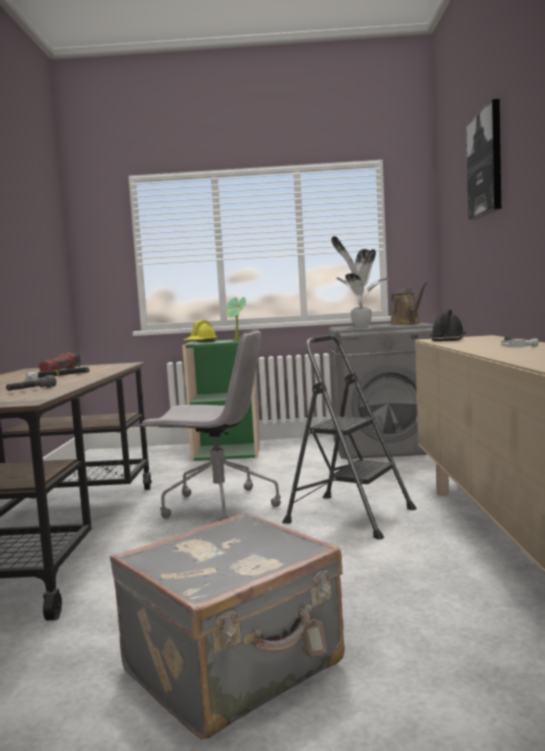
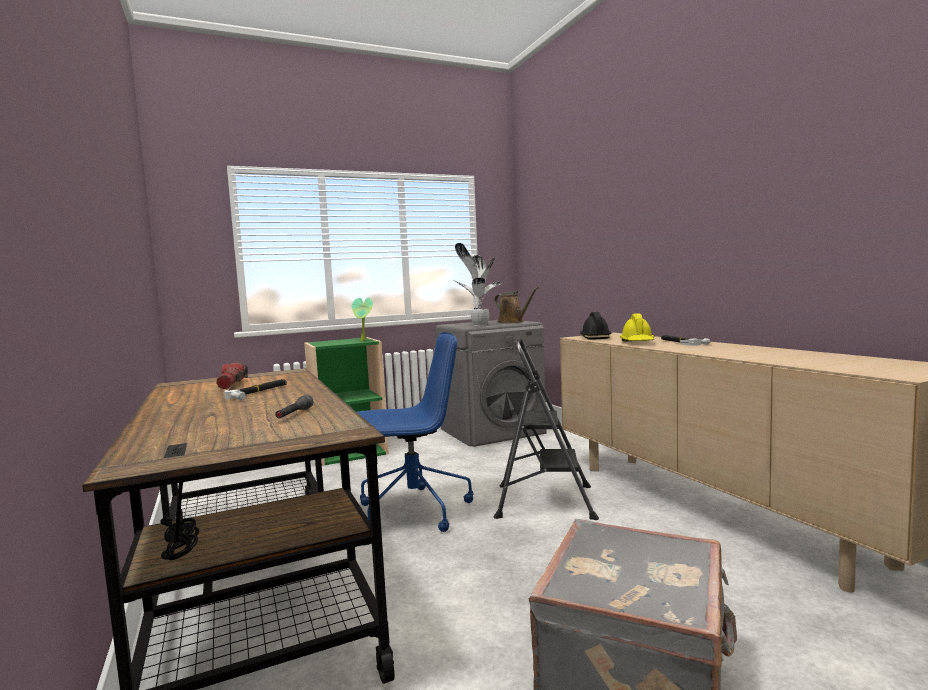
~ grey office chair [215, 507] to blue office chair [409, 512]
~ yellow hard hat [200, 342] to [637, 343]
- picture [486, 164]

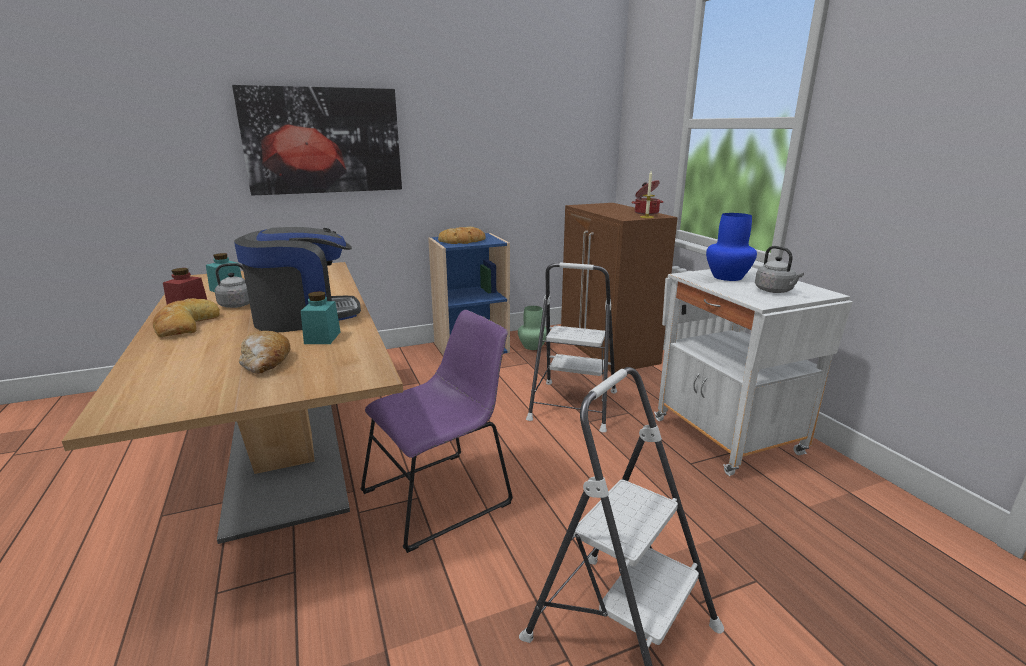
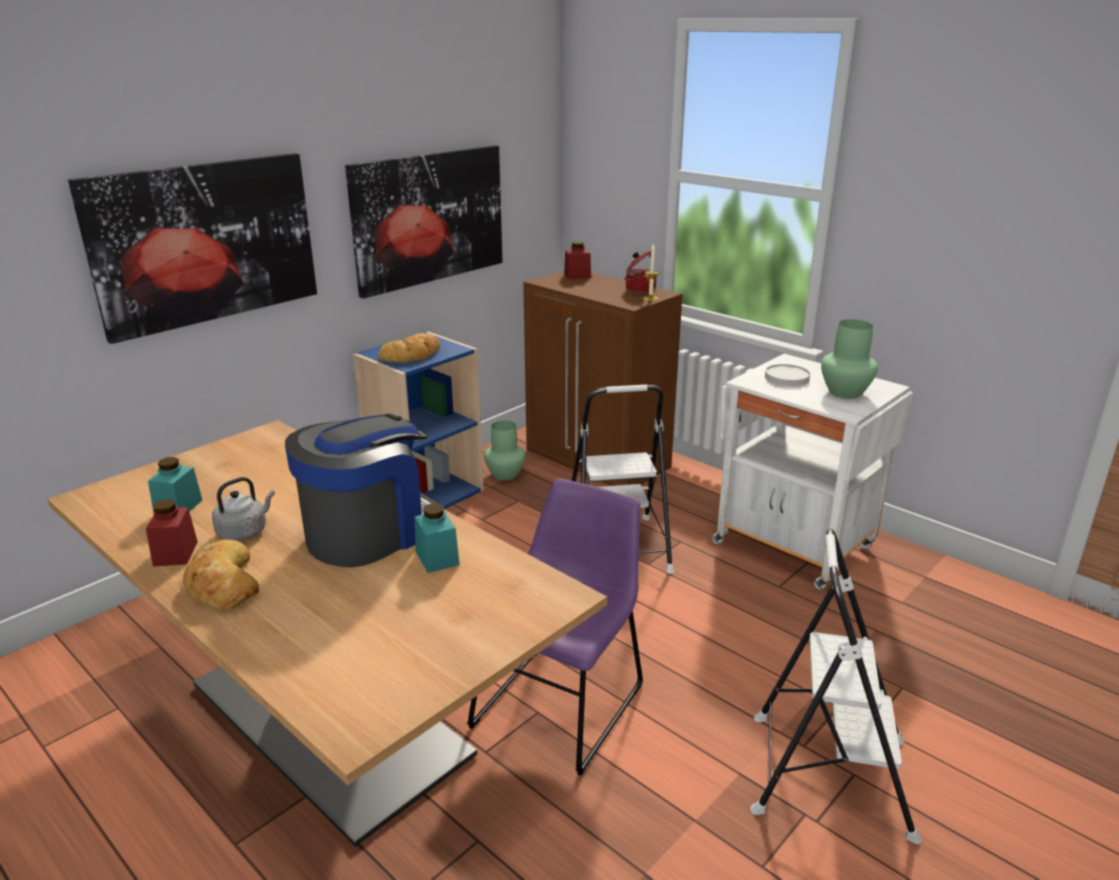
+ picture [429, 218]
+ red jar [577, 275]
~ blue vase [727, 277] to white plate [787, 378]
~ grey kettle [775, 291] to green vase [845, 392]
- bread [266, 362]

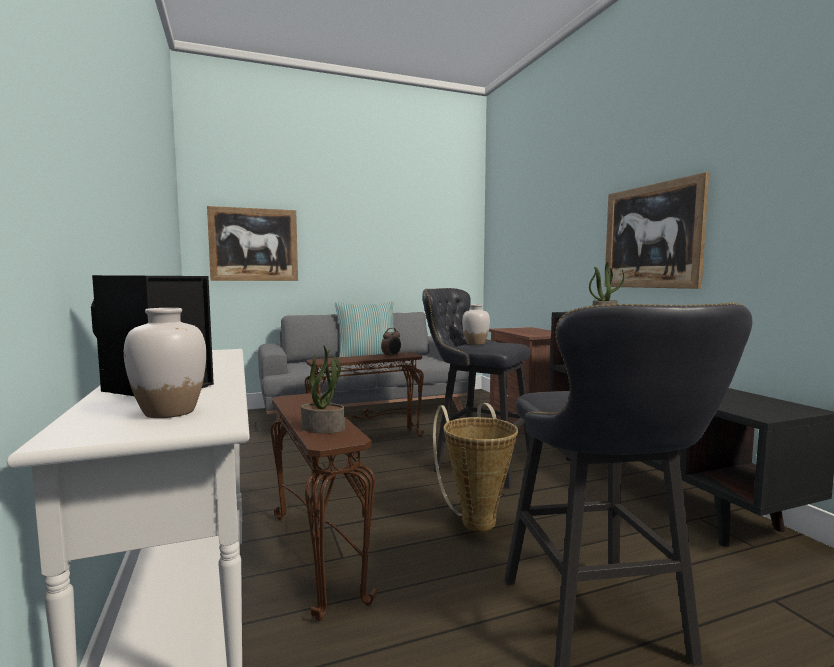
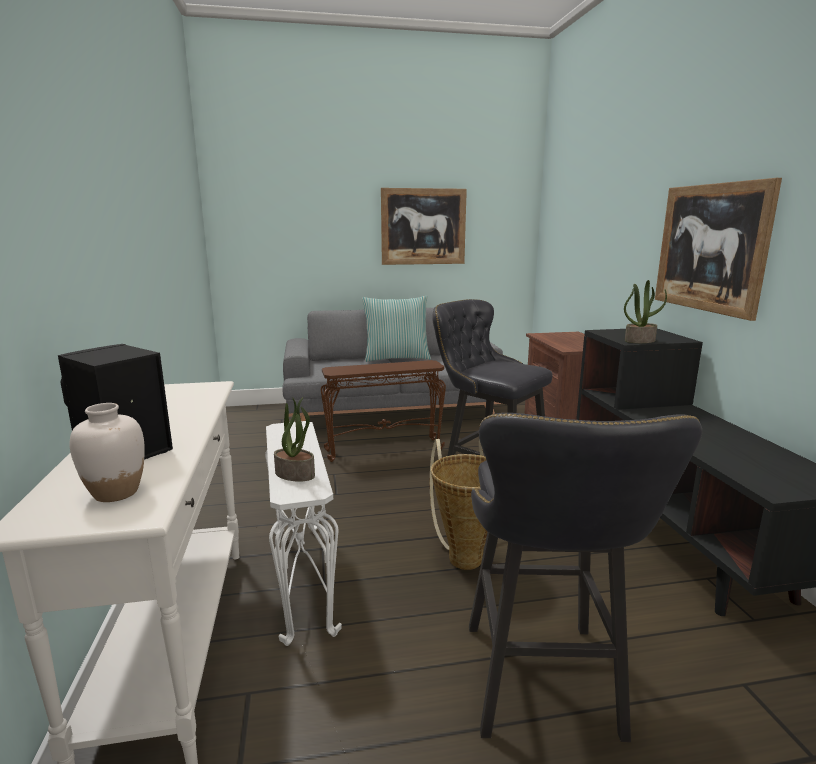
~ brown side table [317, 555] to white side table [302, 578]
~ picture [254, 244] to [423, 226]
- alarm clock [391, 357]
- white vase [475, 343]

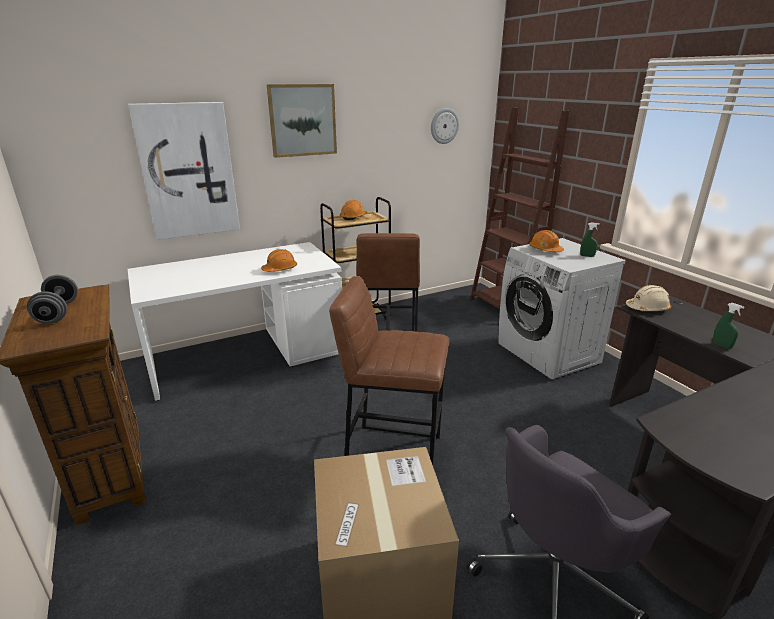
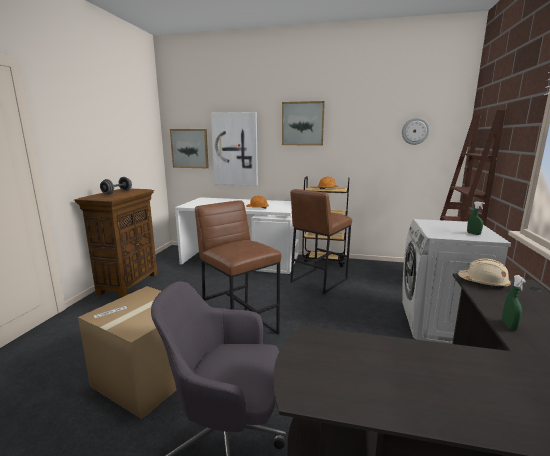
+ picture [190, 148]
- orange hard hat [545, 250]

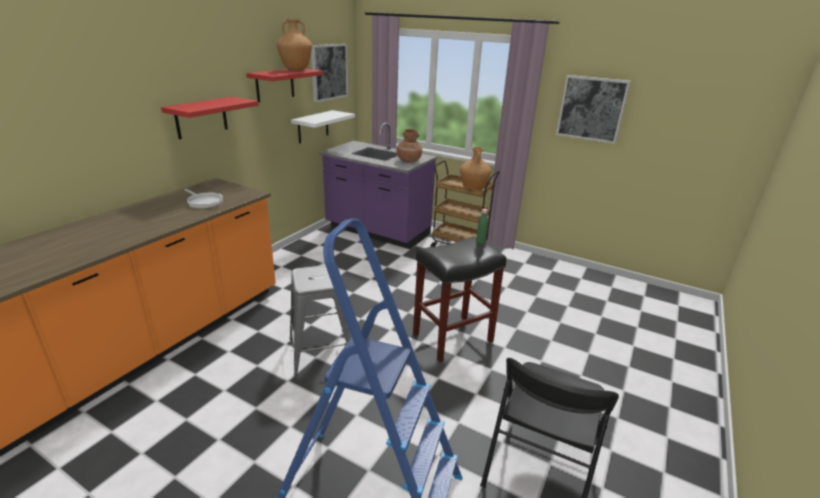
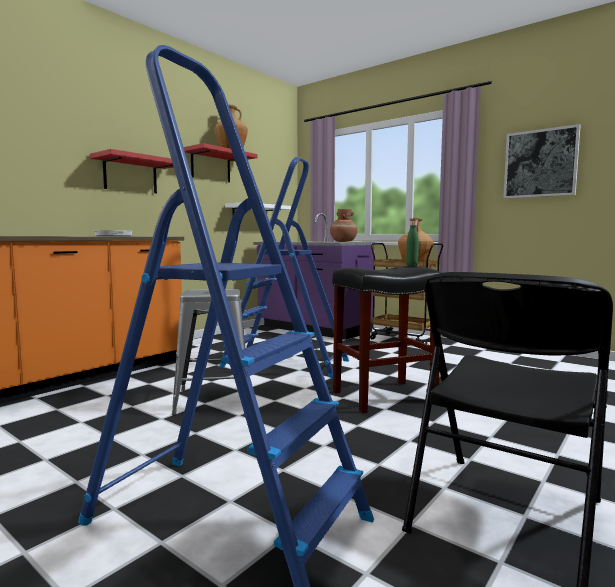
+ blue step ladder [284, 363]
- picture [329, 72]

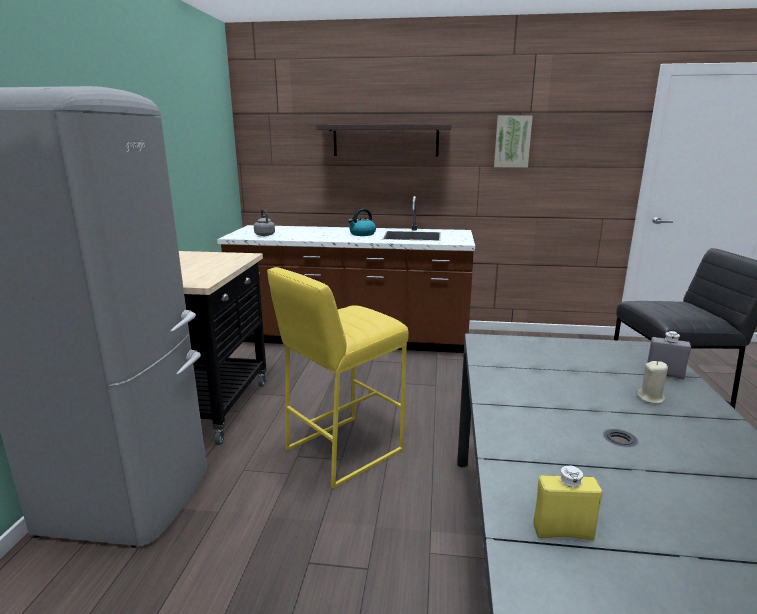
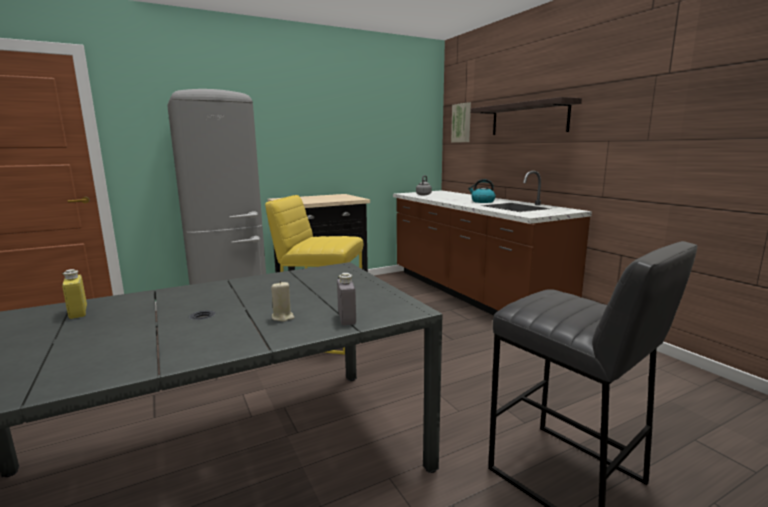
~ picture [512, 141] to [462, 123]

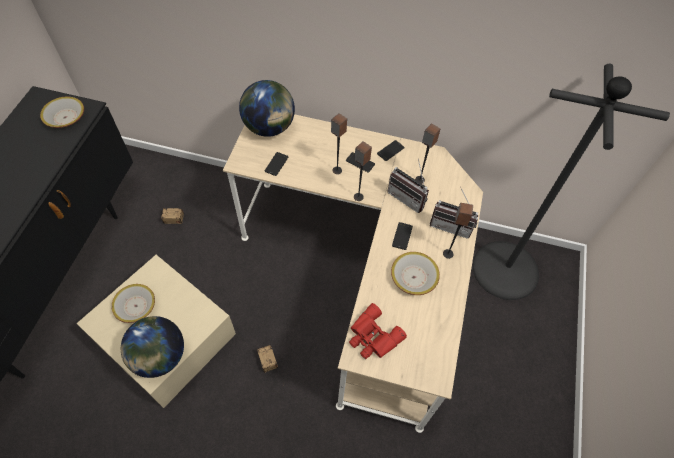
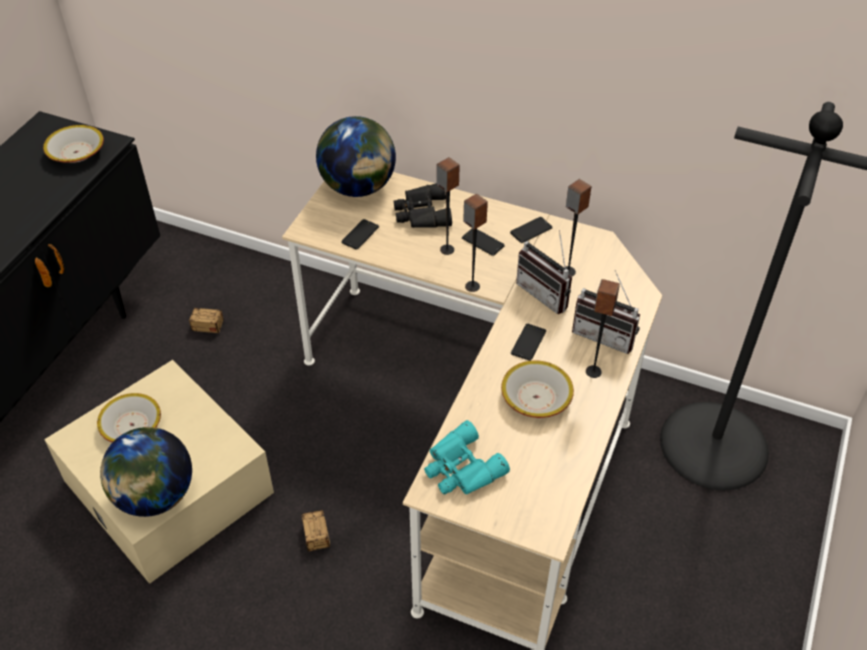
+ black binoculars [421, 213]
~ red binoculars [372, 337] to turquoise binoculars [461, 469]

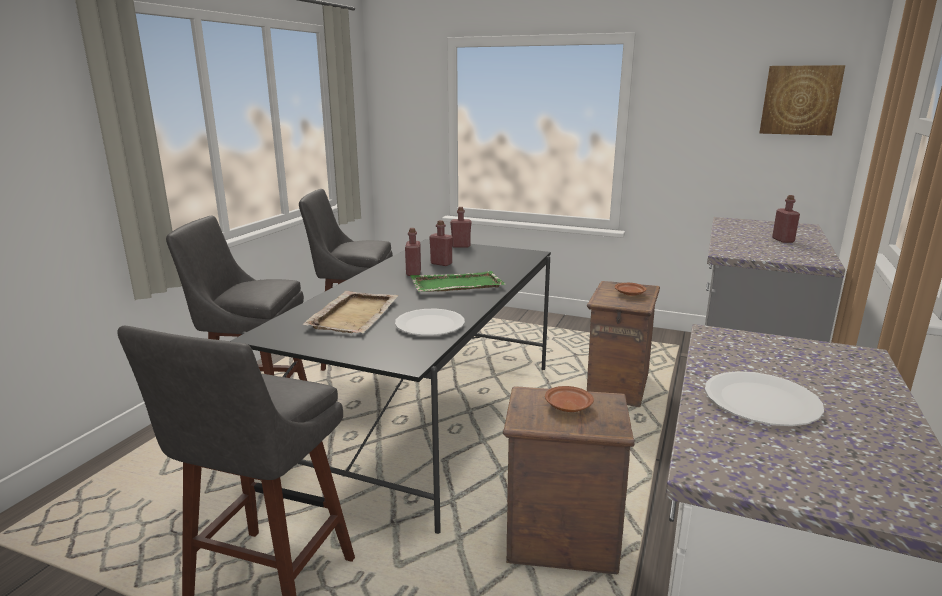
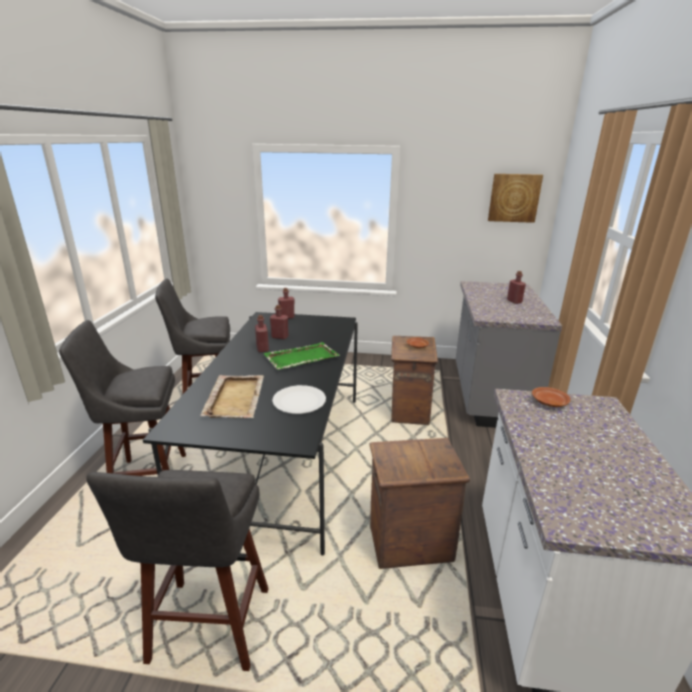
~ brown plate [567, 406] to [549, 402]
- white plate [761, 401]

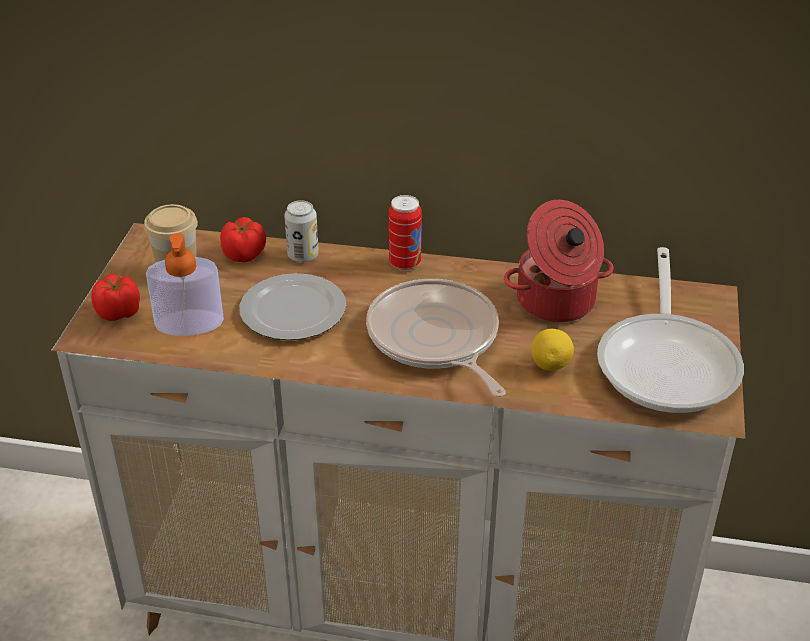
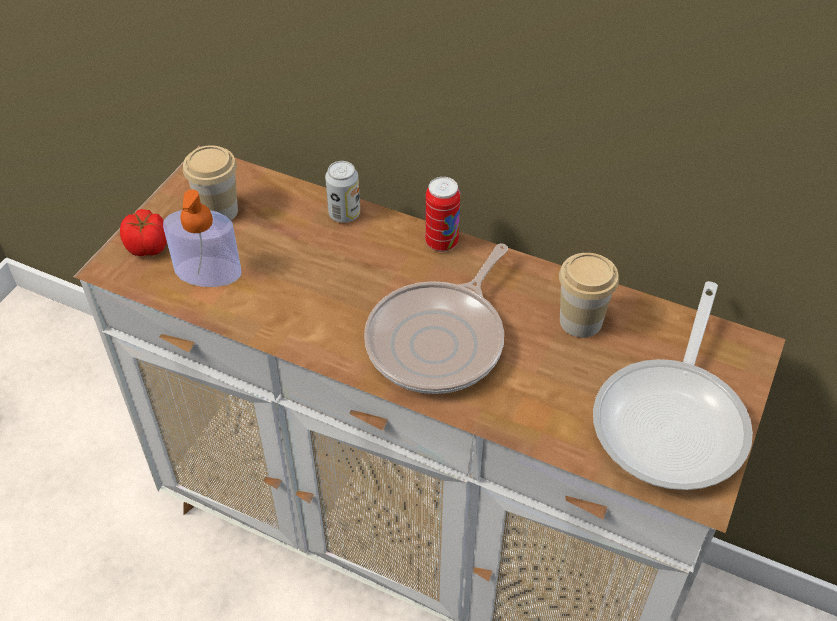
~ frying pan [435, 339] = [440, 340] 135 degrees counterclockwise
~ cooking pot [556, 302] to cup [580, 321]
- tomato [245, 254]
- plate [292, 312]
- lemon [550, 365]

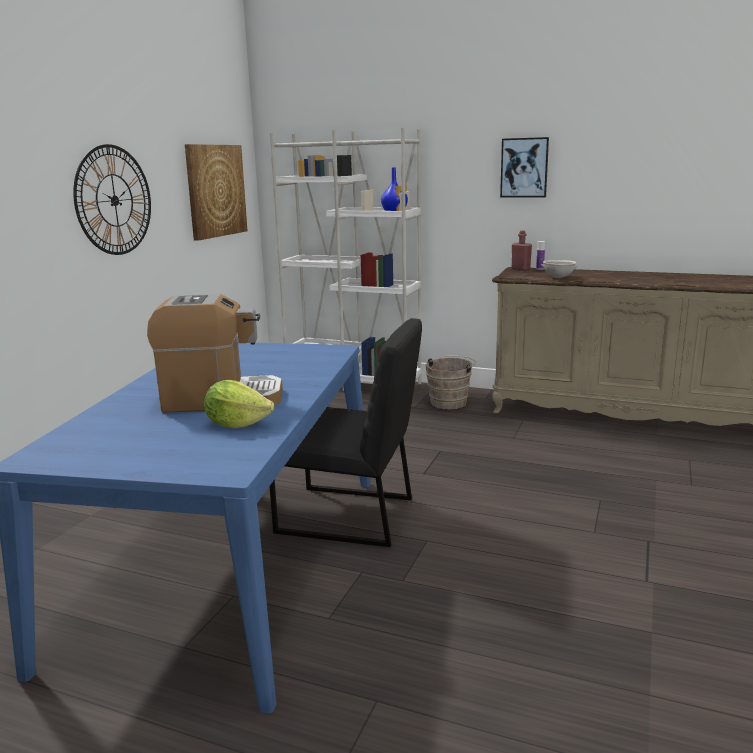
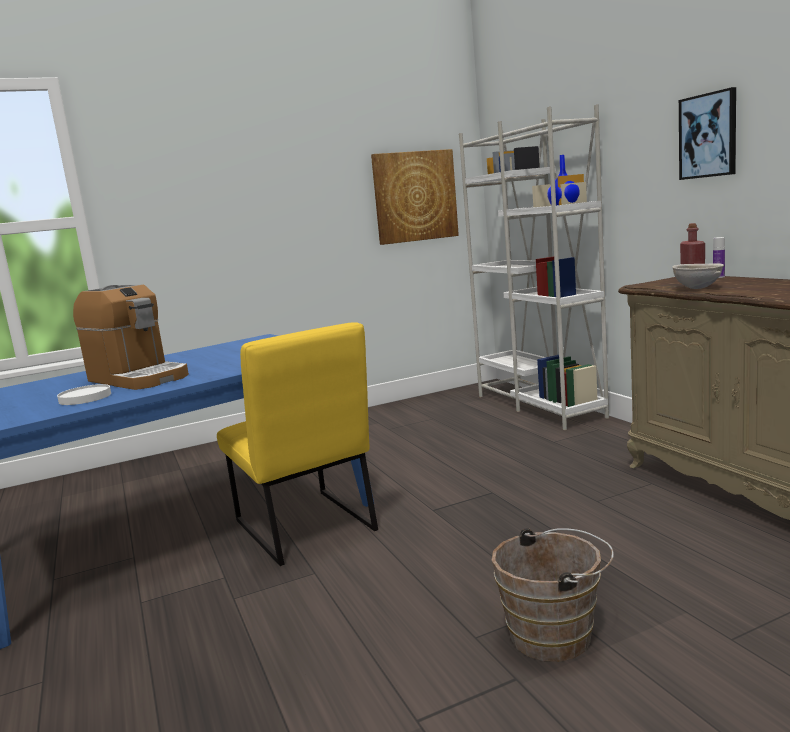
~ lettuce [237, 424] to white plate [85, 397]
~ black chair [349, 516] to yellow chair [305, 527]
~ brown bucket [450, 402] to [557, 635]
- wall clock [114, 200]

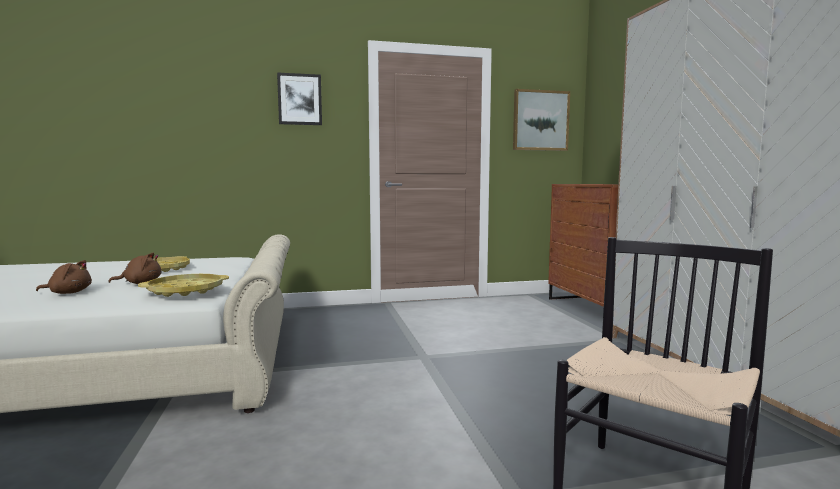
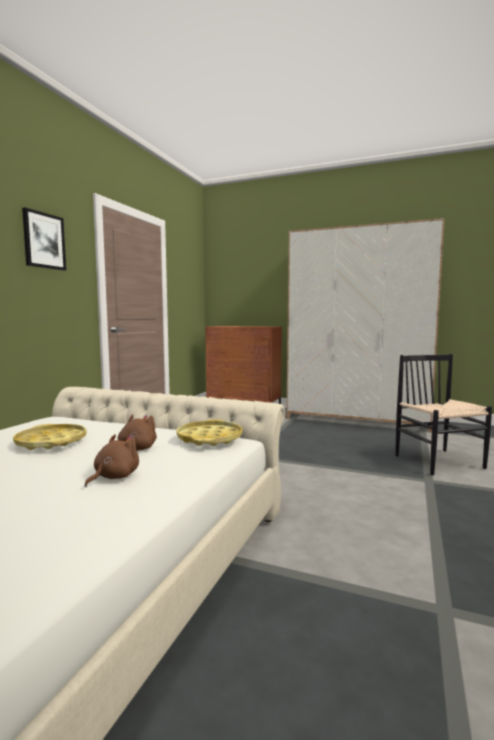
- picture [540, 120]

